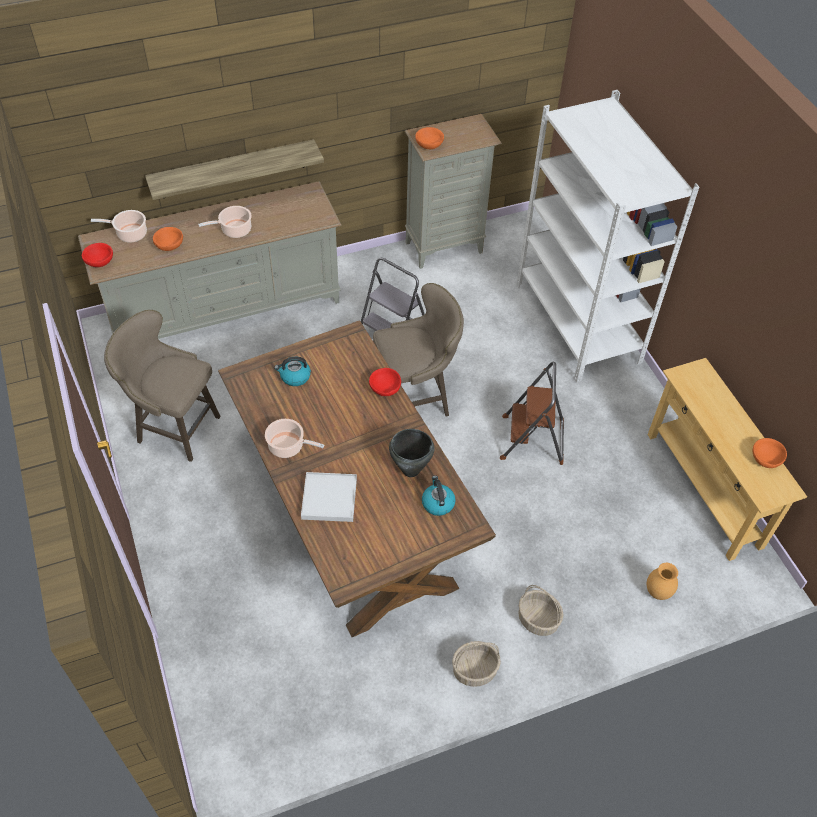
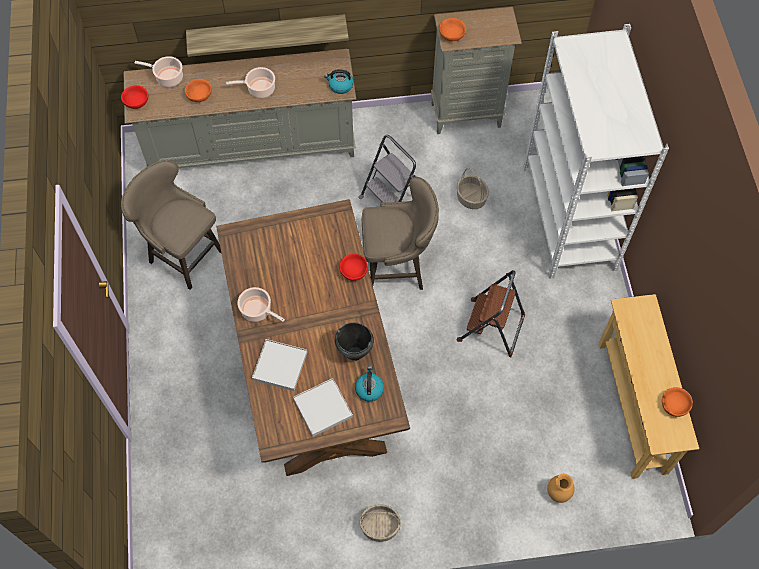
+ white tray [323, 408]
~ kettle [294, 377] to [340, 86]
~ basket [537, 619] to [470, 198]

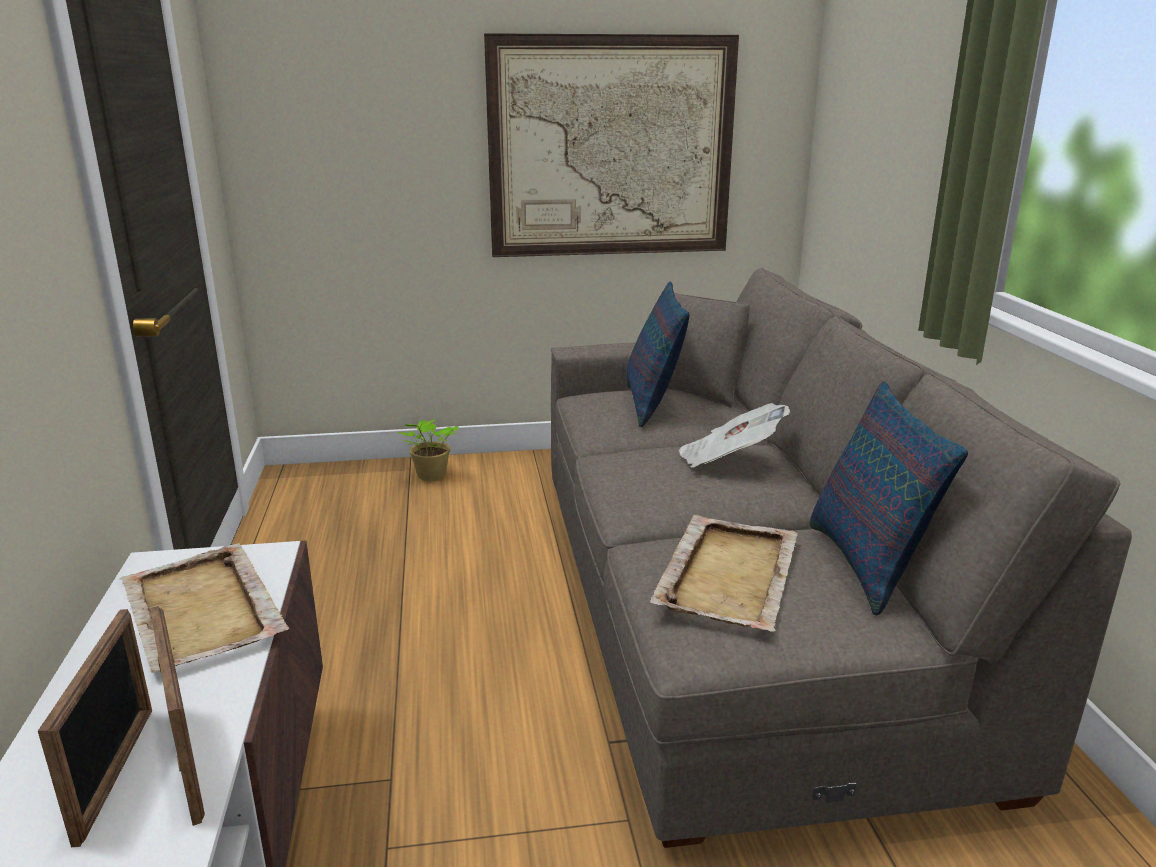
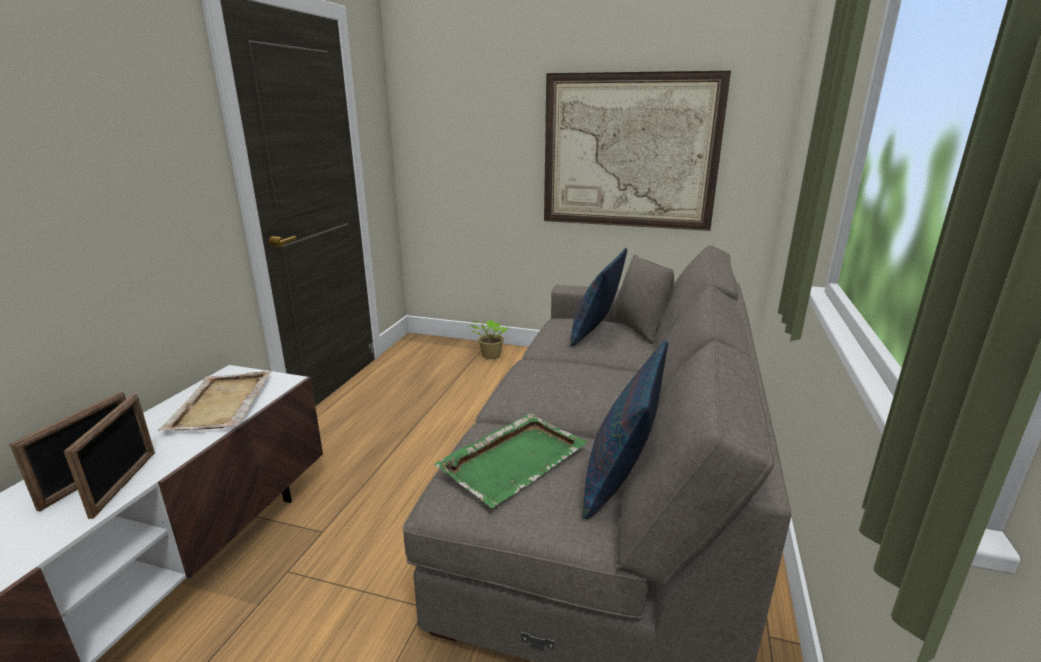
~ beige tray [729, 574] to green tray [514, 459]
- newspaper [728, 460]

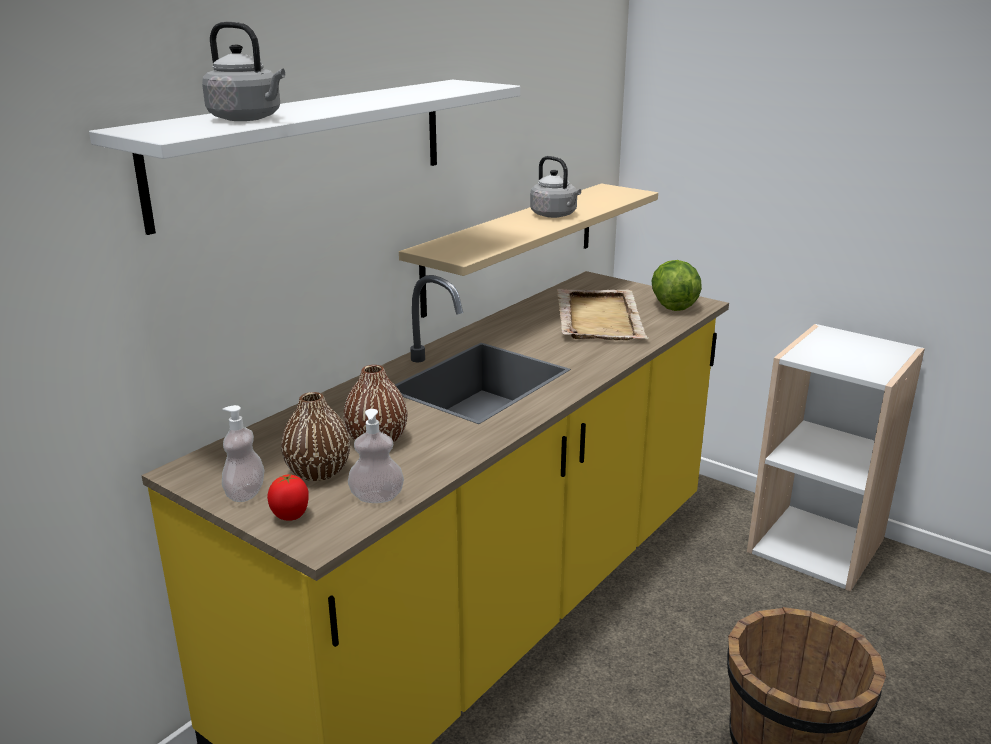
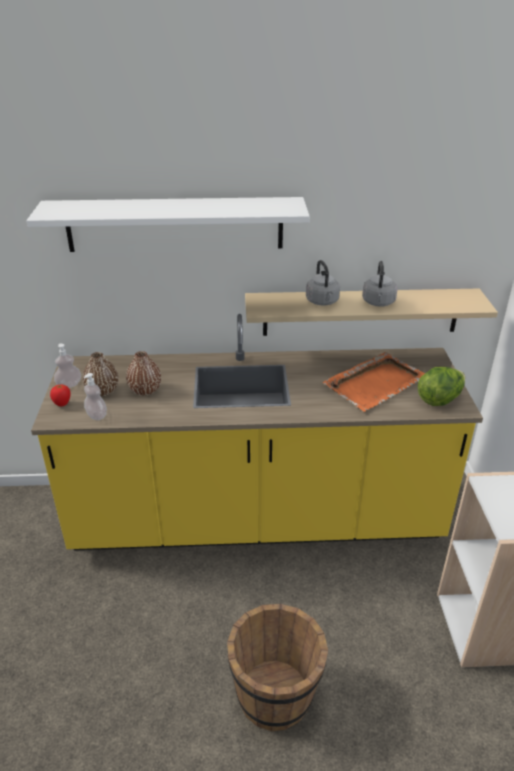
~ grey kettle [248, 119] to [322, 302]
~ beige tray [599, 317] to orange tray [376, 383]

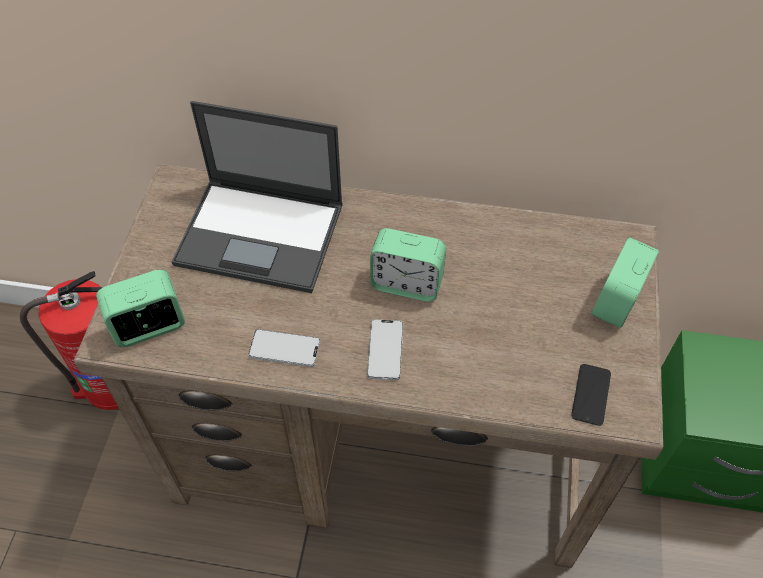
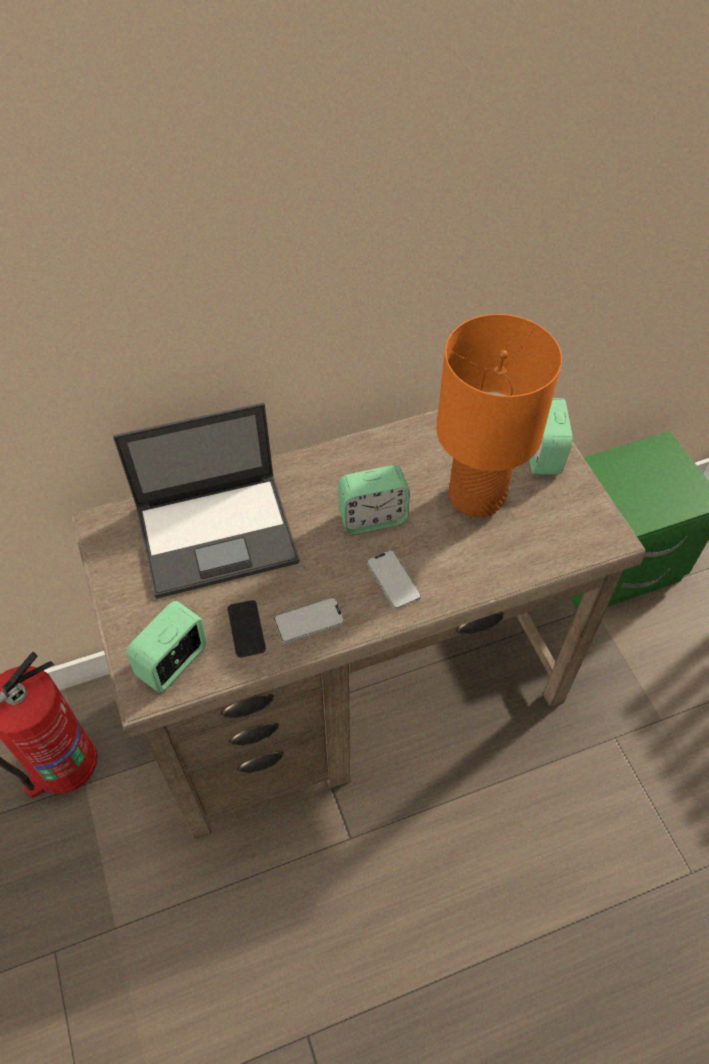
~ phone [591, 395] to [246, 629]
+ orange table lamp [477, 500]

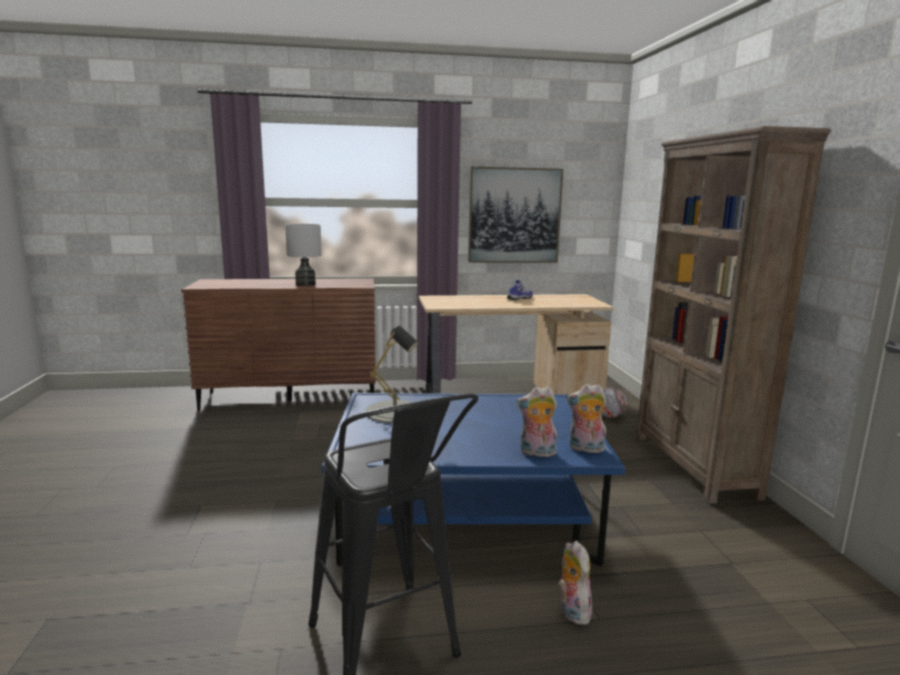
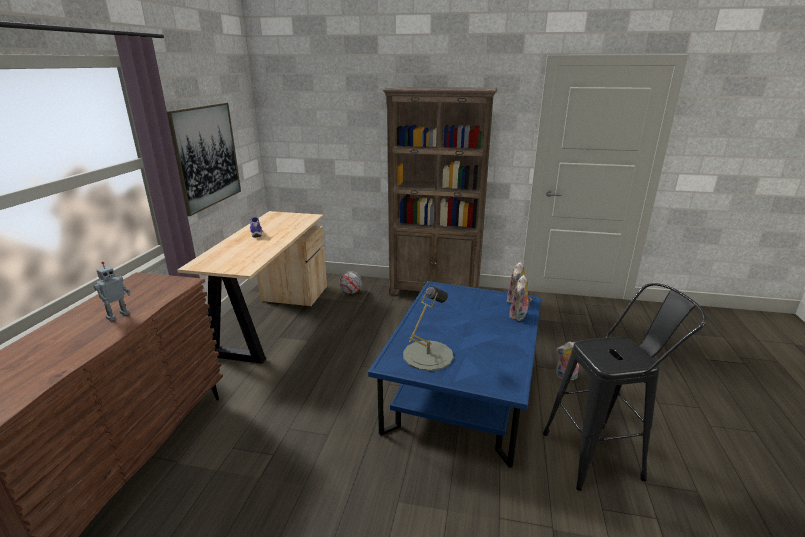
~ grey table lamp [305, 284] to toy robot [117, 315]

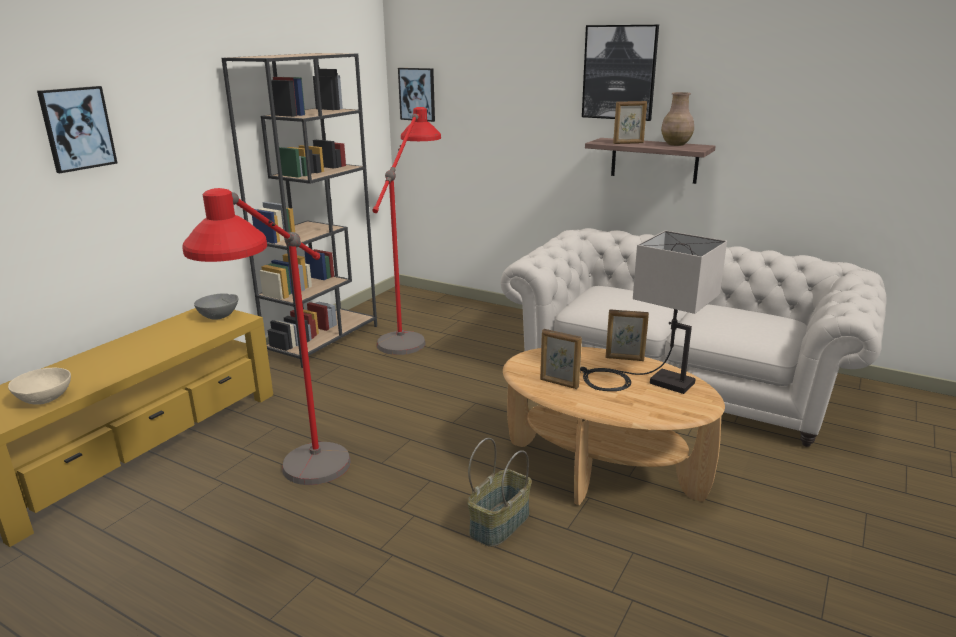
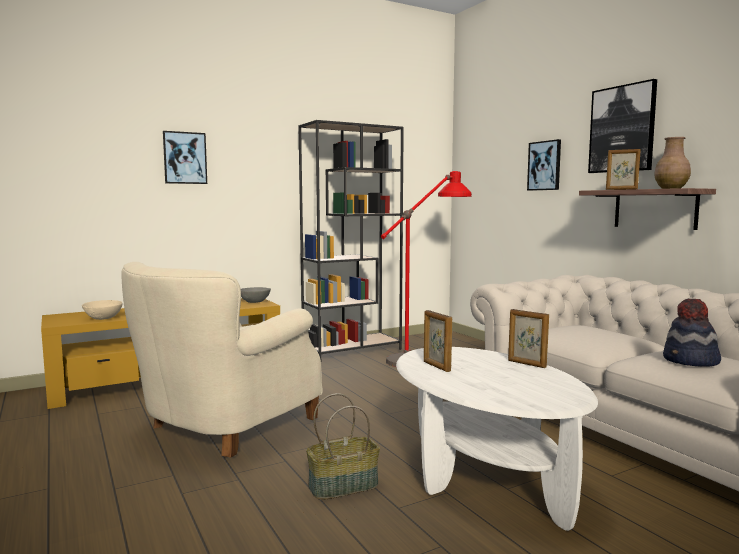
~ red floor lamp [300, 494] to beige armchair [226, 427]
~ brown coffee table [602, 470] to white coffee table [484, 477]
~ picture [417, 94] to [544, 165]
+ hat [690, 361]
- table lamp [643, 381]

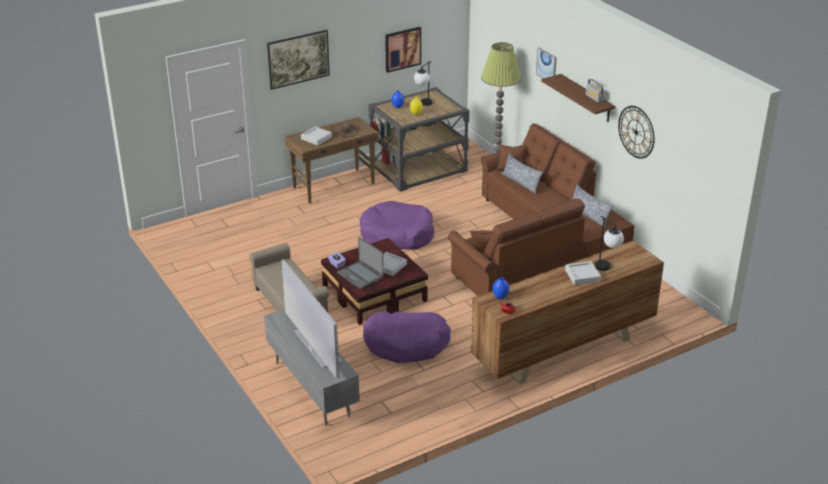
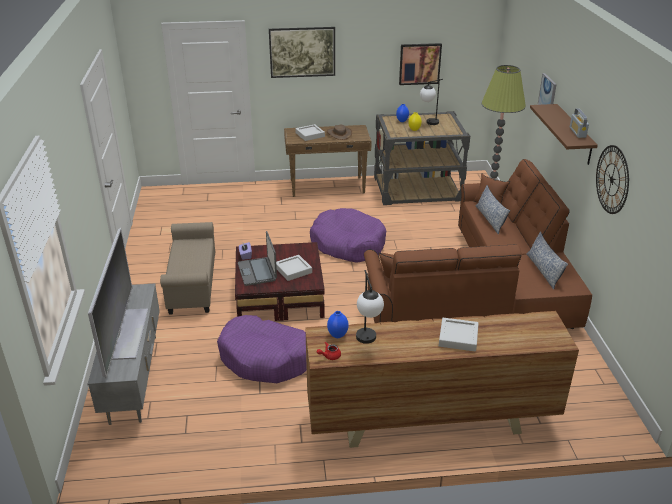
~ table lamp [607, 269] to [368, 342]

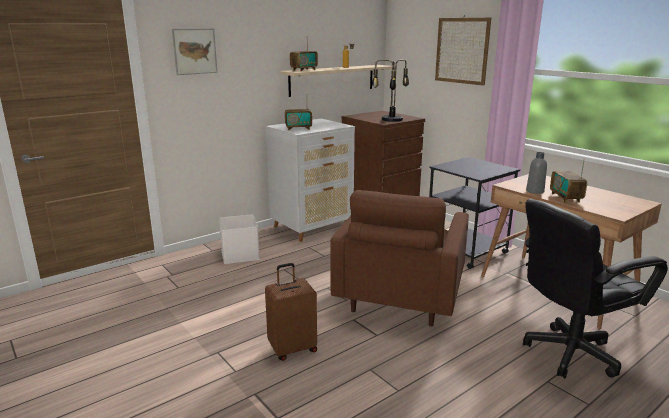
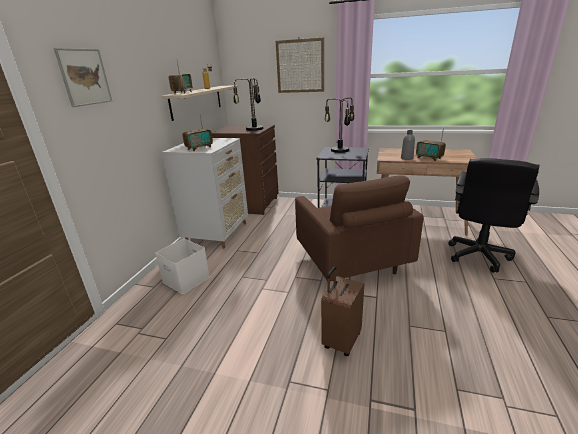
+ table lamp [340, 150]

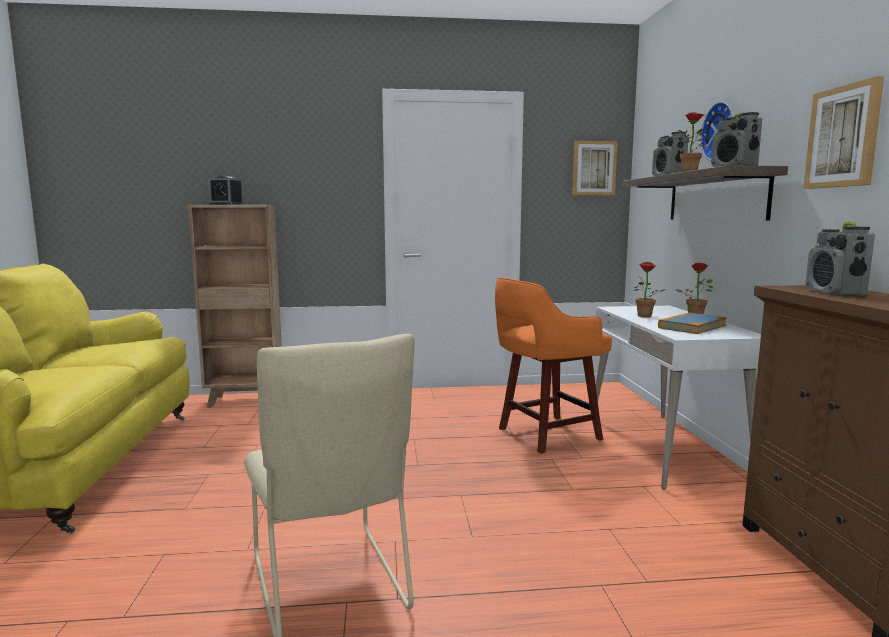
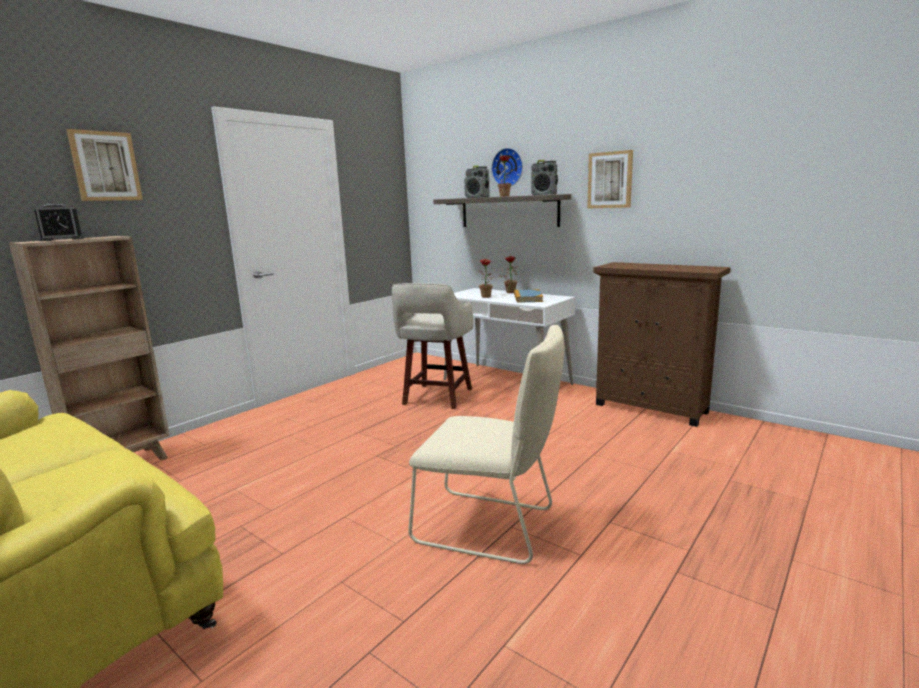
~ picture [593, 168] to [105, 166]
~ orange stool [545, 435] to beige stool [436, 398]
- radio [835, 292]

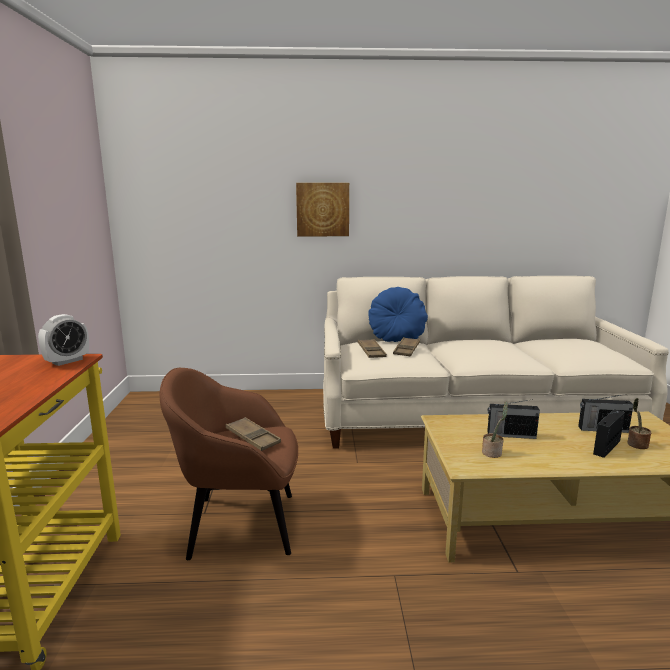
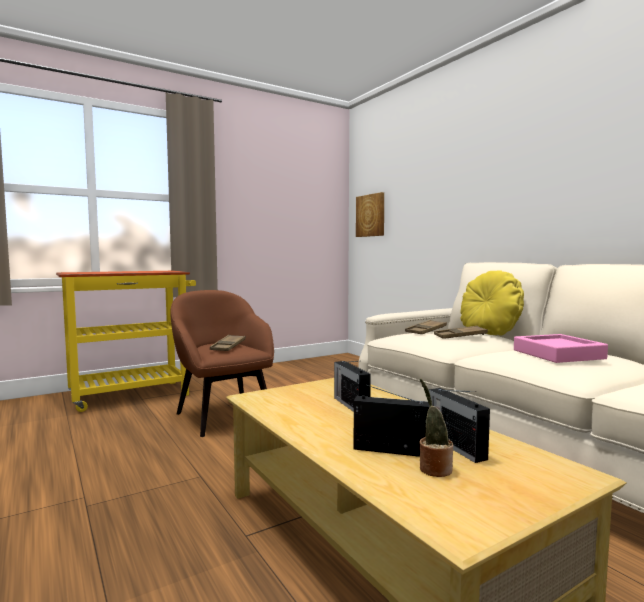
~ picture [322, 209] to [371, 215]
~ blue pillow [396, 340] to yellow pillow [490, 334]
+ pink tray [558, 354]
- alarm clock [67, 361]
- potted plant [493, 453]

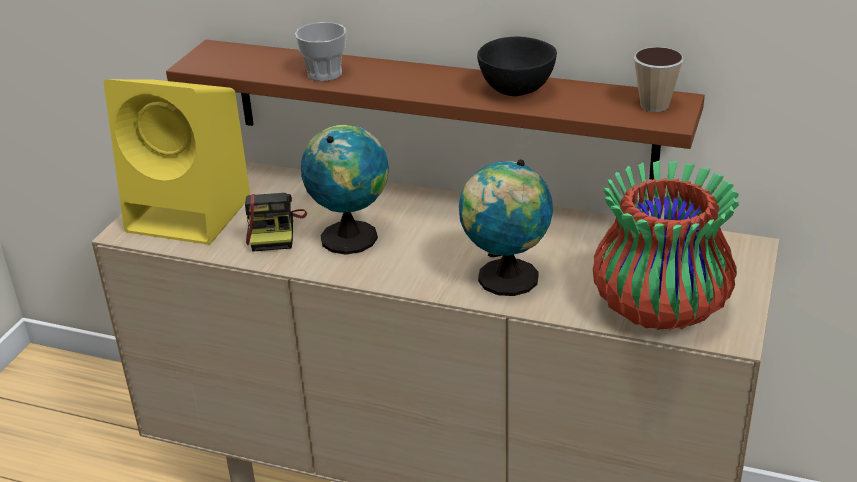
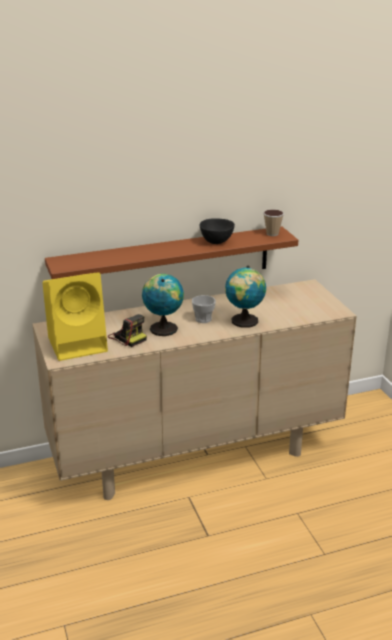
~ cup [324, 73] to [203, 319]
- vase [661, 309]

